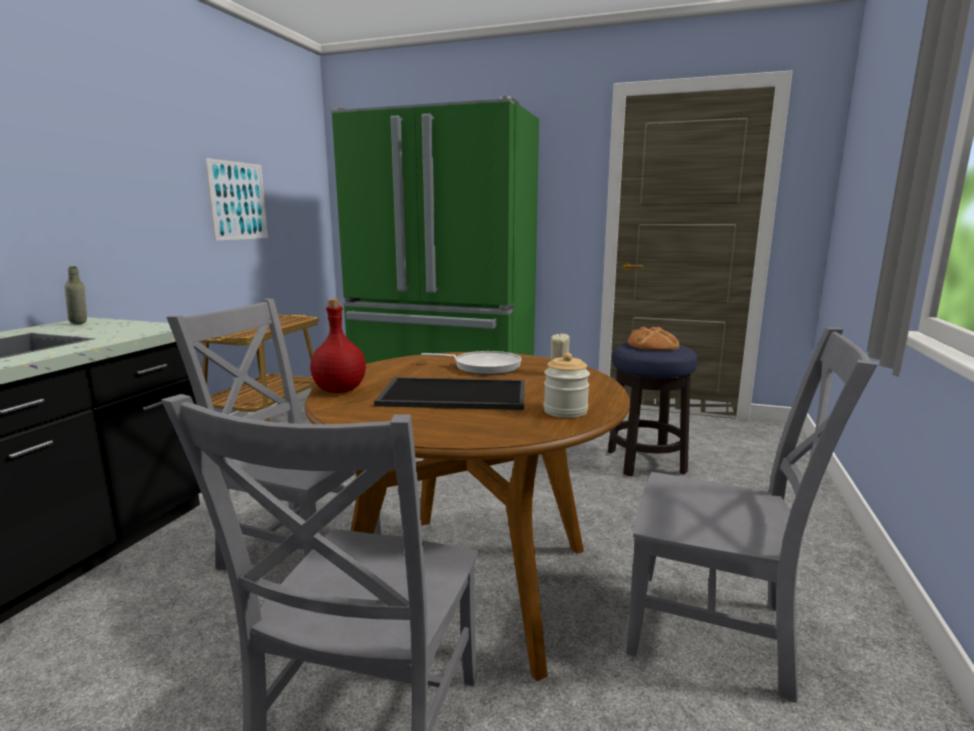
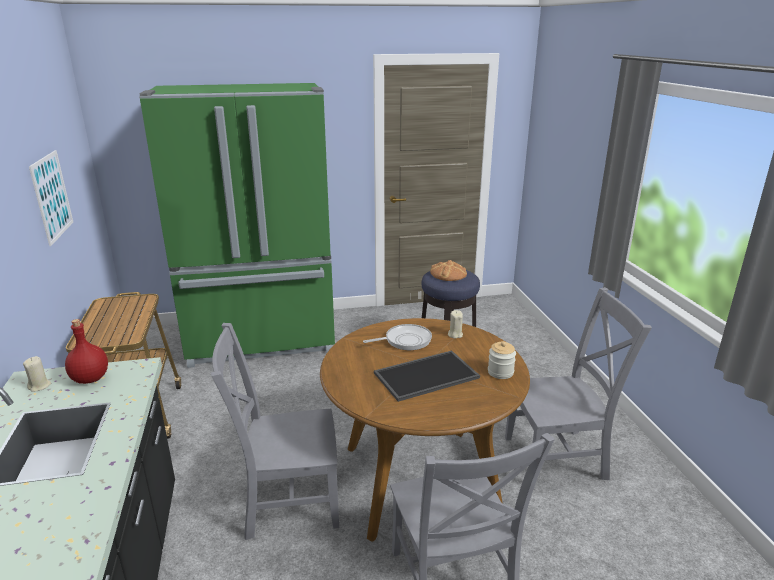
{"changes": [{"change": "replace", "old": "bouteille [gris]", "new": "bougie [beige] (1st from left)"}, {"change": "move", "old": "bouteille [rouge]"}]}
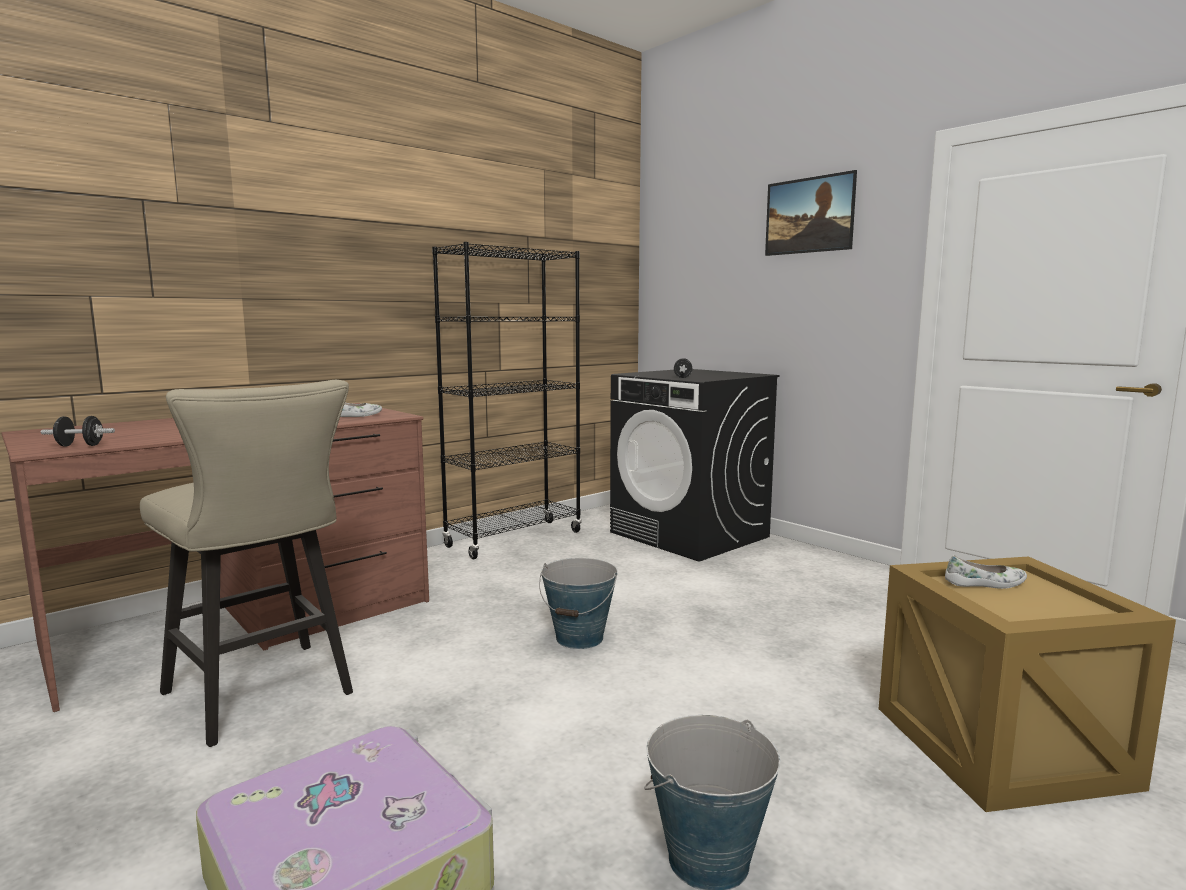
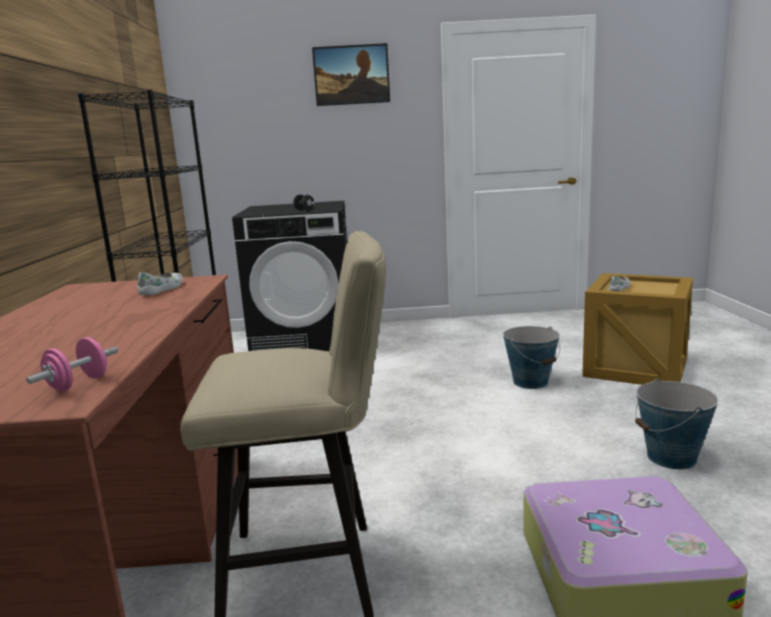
{"changes": [{"change": "recolor", "old": "haltère [noir] (1st from left)", "new": "haltère [rose]"}, {"change": "move", "old": "seau (1st from left)"}]}
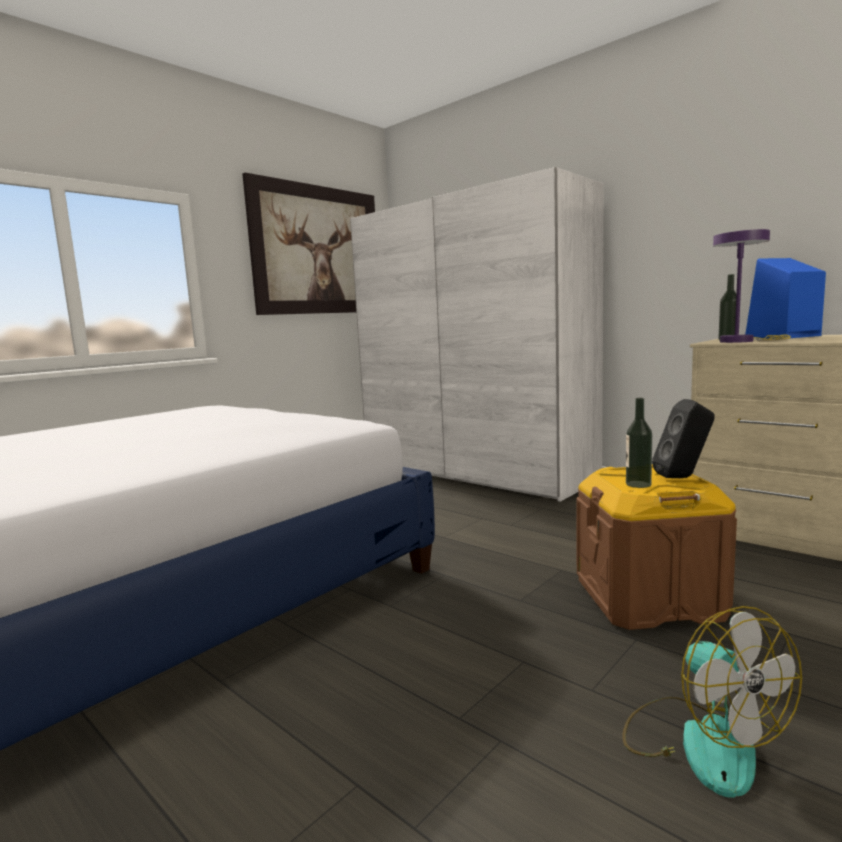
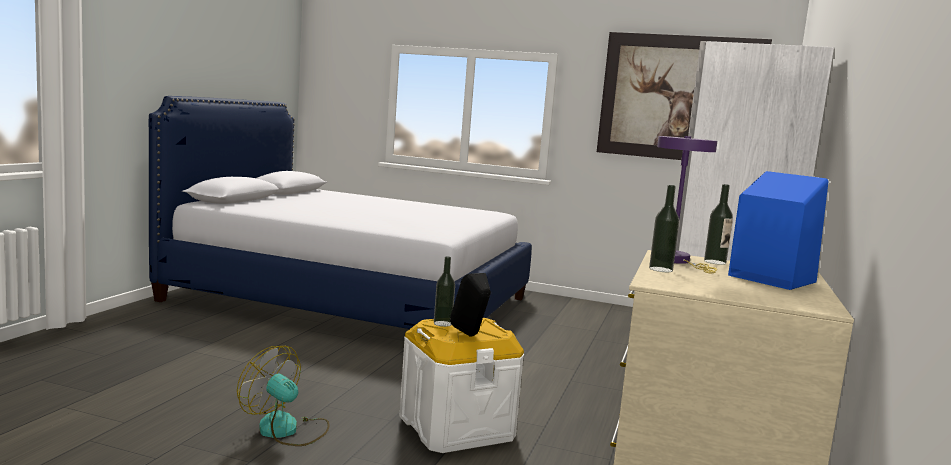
{"changes": [{"change": "recolor", "old": "boîte de rangement [marron]", "new": "boîte de rangement [blanc]"}, {"change": "rotate", "old": "ventilateur", "degrees": 75}, {"change": "insert", "new": "bouteille (2nd from left)"}]}
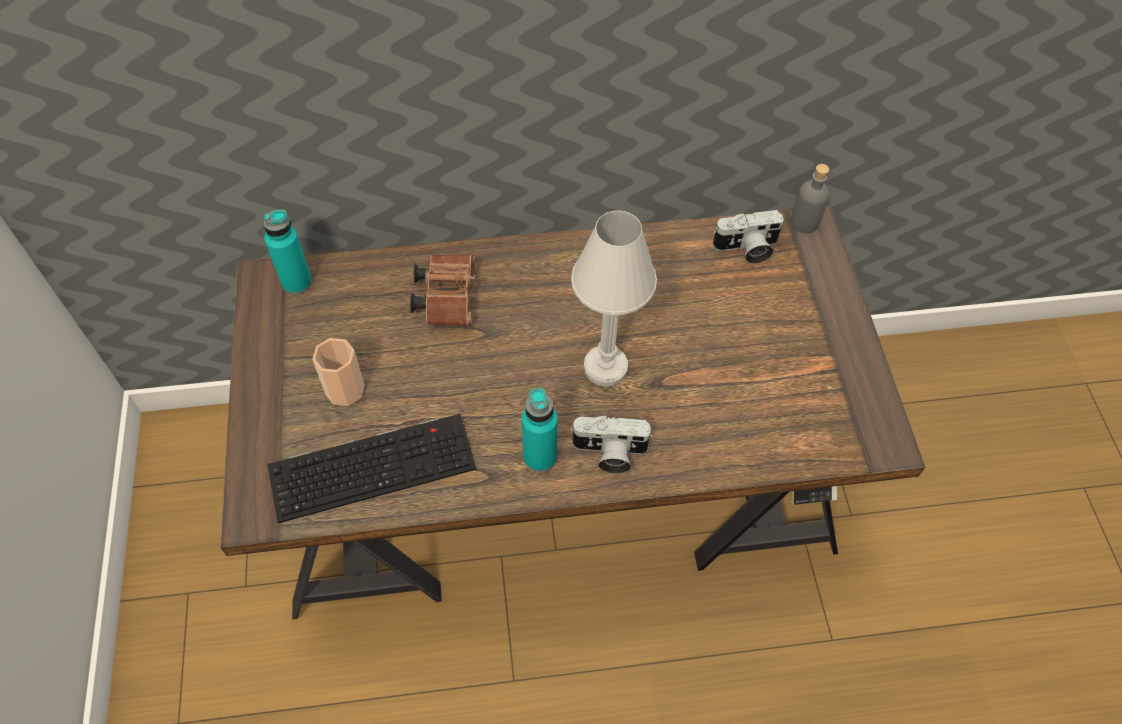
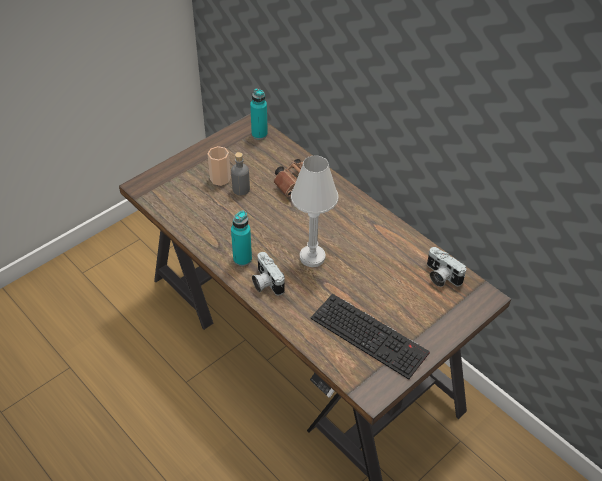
{"changes": [{"change": "move", "old": "bouteille [gris]"}, {"change": "move", "old": "clavier"}]}
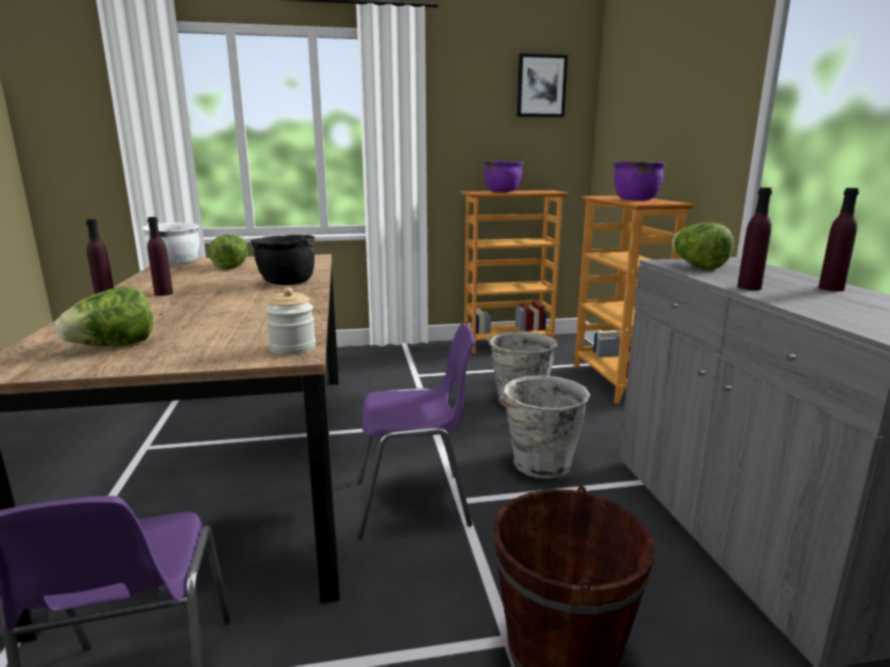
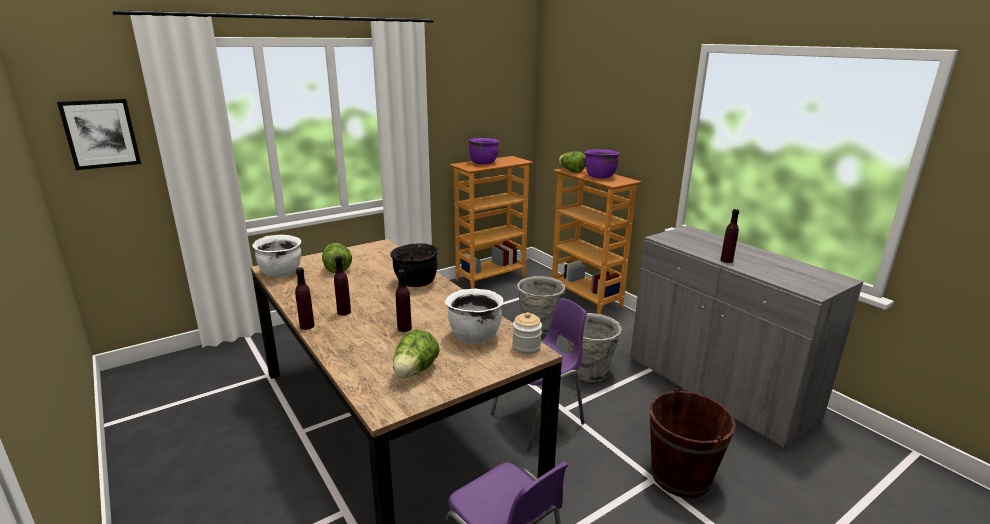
{"changes": [{"change": "move", "old": "tableau"}, {"change": "move", "old": "bouteille [violet] (4th from left in the first image)", "new": "bouteille [violet] (3rd from left)"}, {"change": "move", "old": "laitue (3rd from left)"}, {"change": "insert", "new": "marmite [blanc] (2nd from left)"}]}
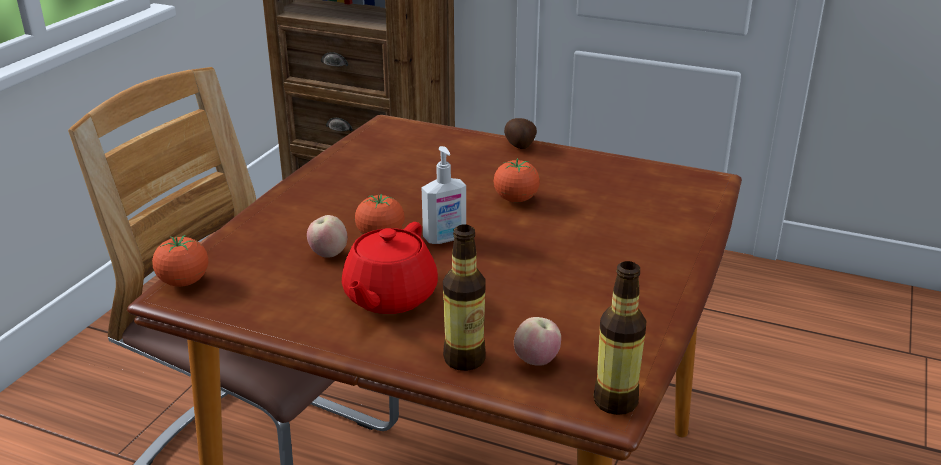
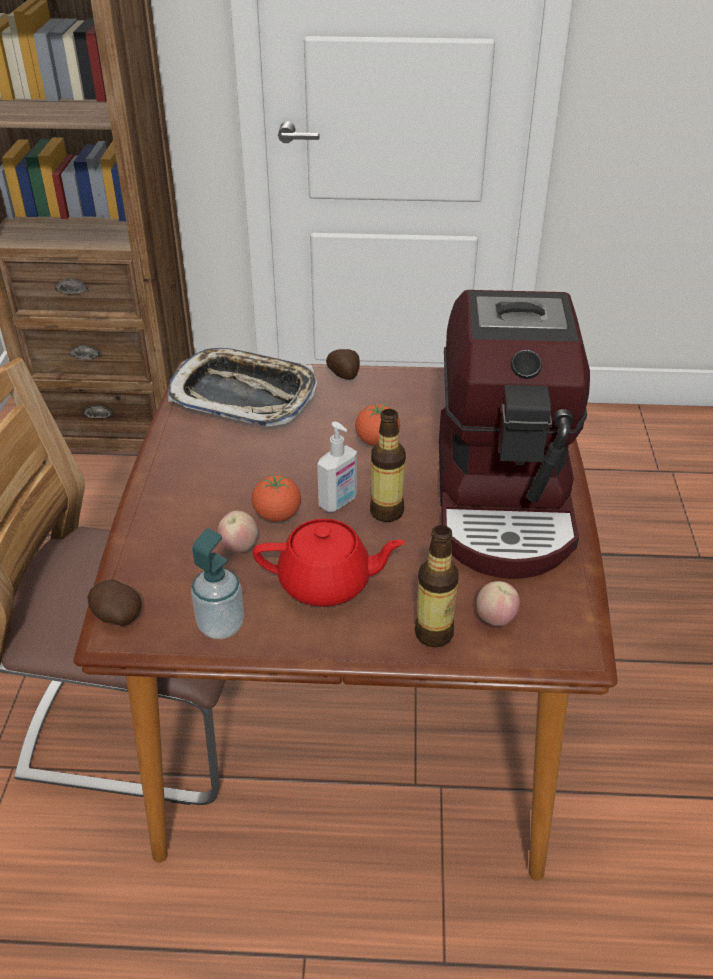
{"changes": [{"change": "rotate", "old": "théière [rouge]", "degrees": -90}, {"change": "replace", "old": "tomate (1st from left)", "new": "pomme de terre (1st from left)"}, {"change": "move", "old": "bouteille (2nd from left in the first image)", "new": "bouteille (1st from left)"}, {"change": "insert", "new": "machine à café"}, {"change": "insert", "new": "plateau"}, {"change": "insert", "new": "distributeur de savon (1st from left)"}]}
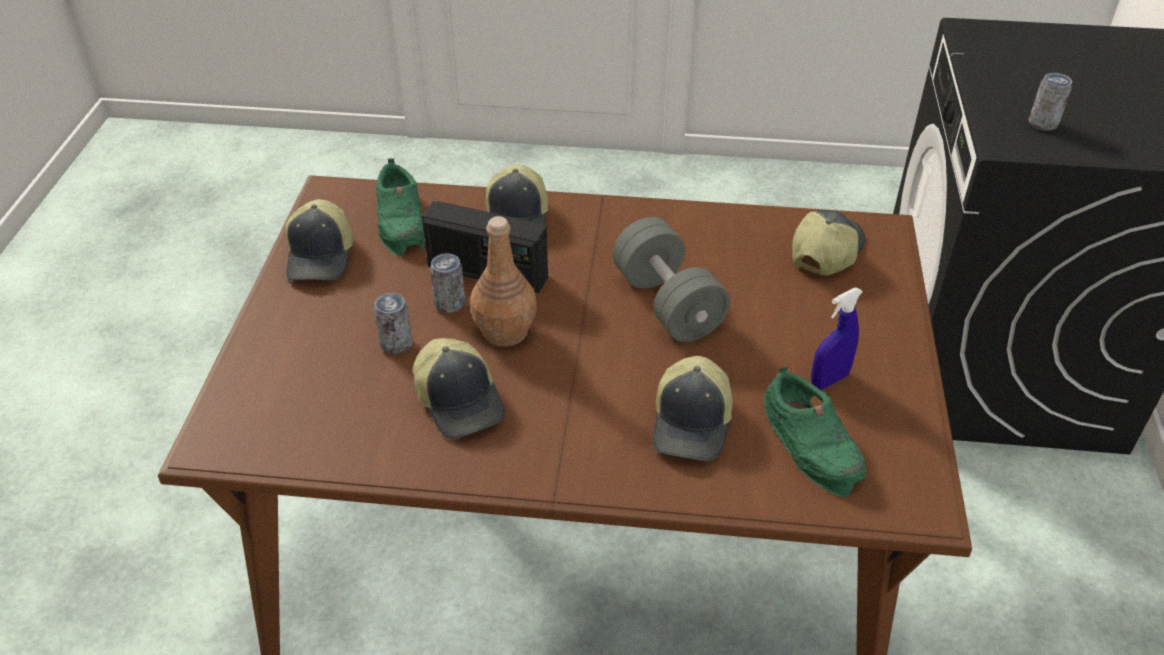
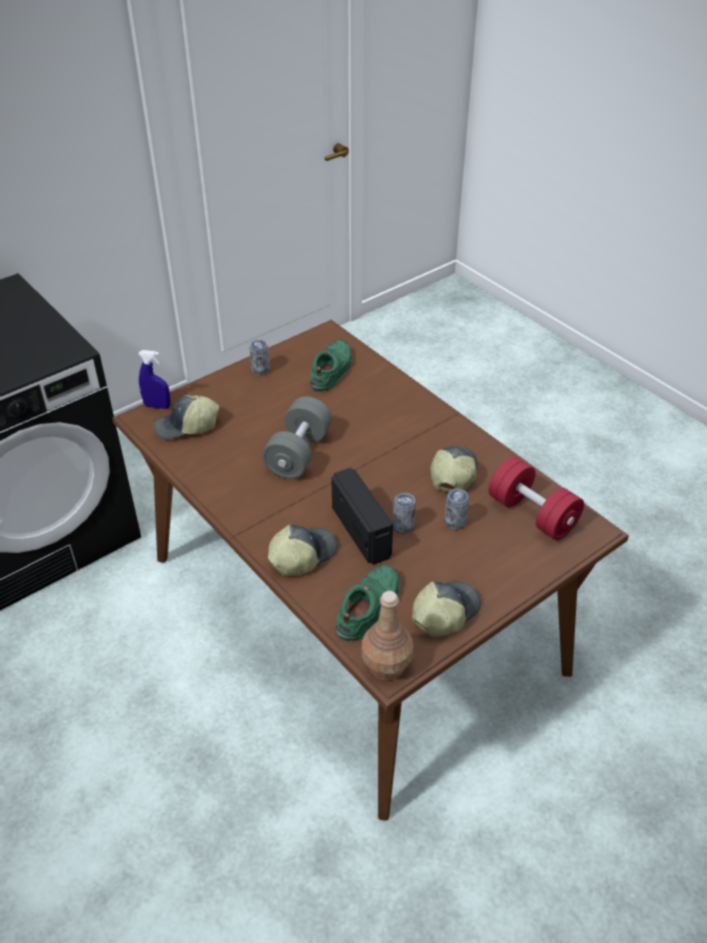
{"changes": [{"change": "move", "old": "boîte métallique (3rd from left in the first image)", "new": "boîte métallique (1st from left)"}, {"change": "move", "old": "bouteille [marron]"}, {"change": "move", "old": "vaporisateur [bleu]"}, {"change": "delete", "old": "casquette (4th from left)"}, {"change": "insert", "new": "haltère [rouge]"}]}
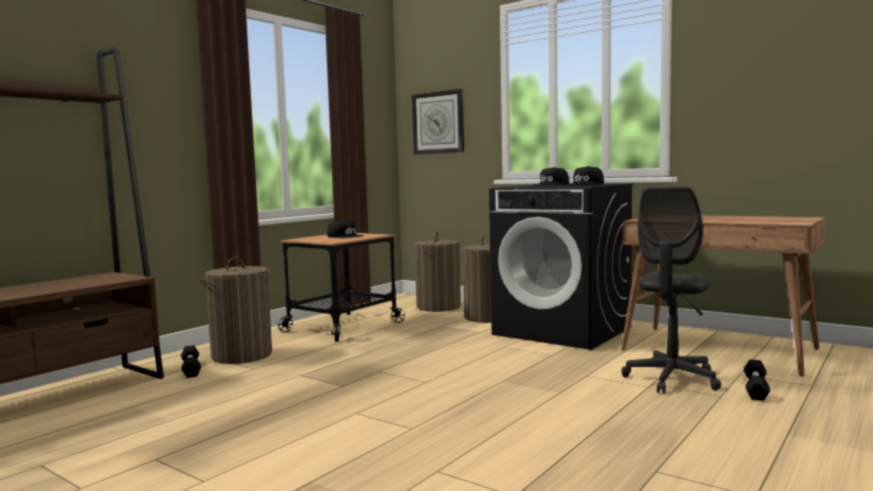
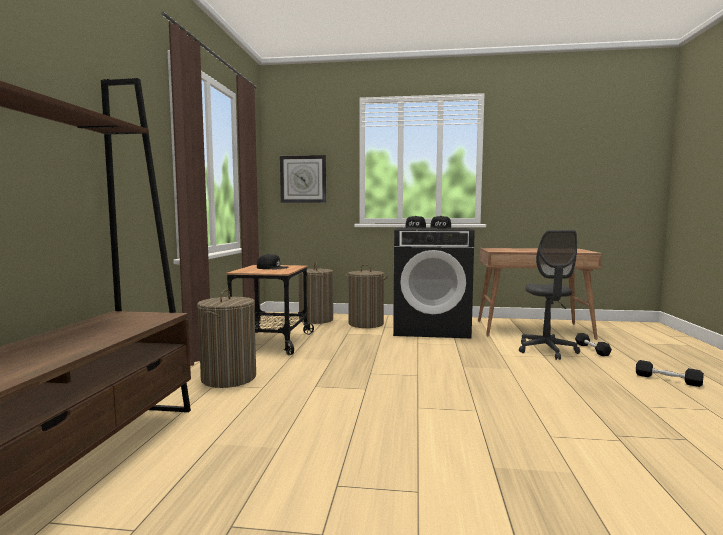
{"changes": [{"change": "move", "old": "haltère [noir] (1st from left in the first image)", "new": "haltère [noir] (2nd from left)"}]}
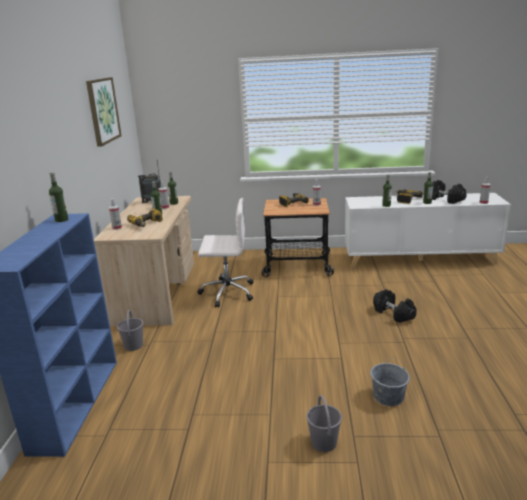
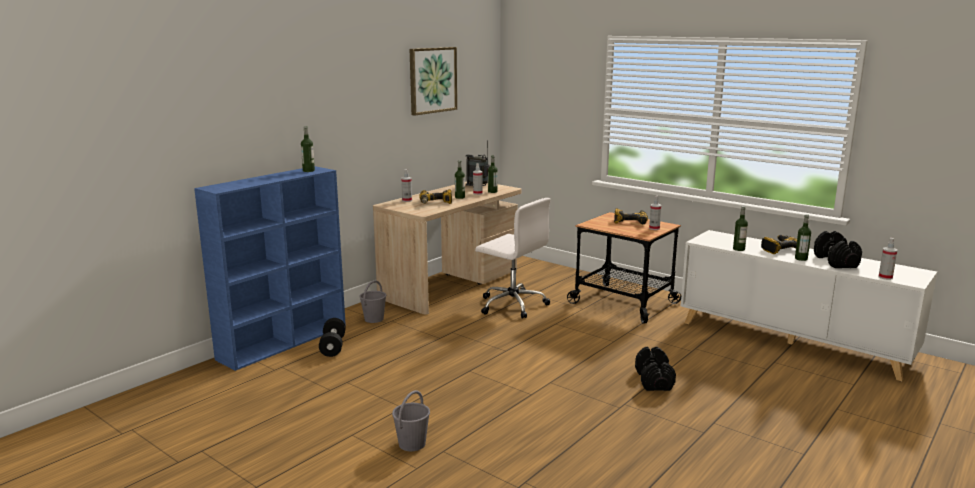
{"changes": [{"change": "delete", "old": "seau [gris] (3rd from left)"}, {"change": "insert", "new": "haltère [noir] (1st from left)"}]}
